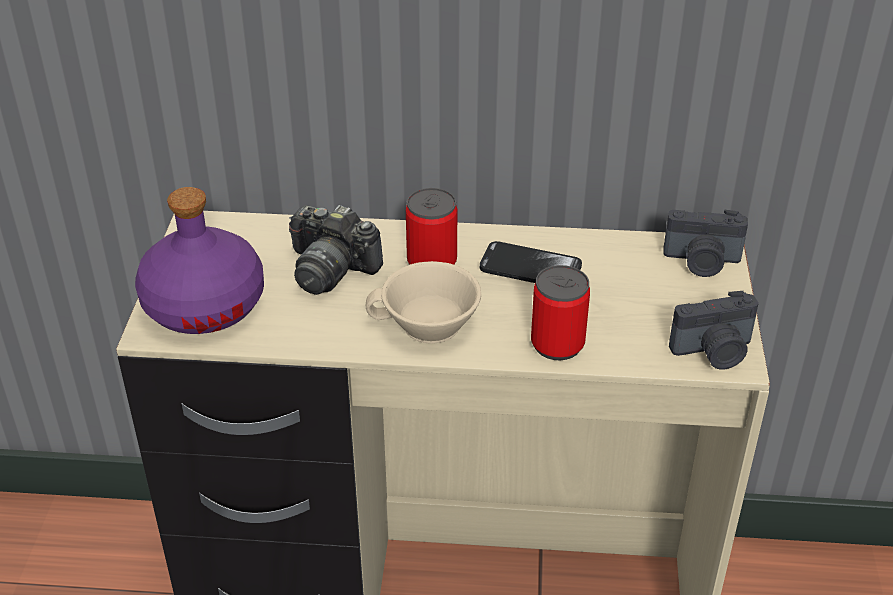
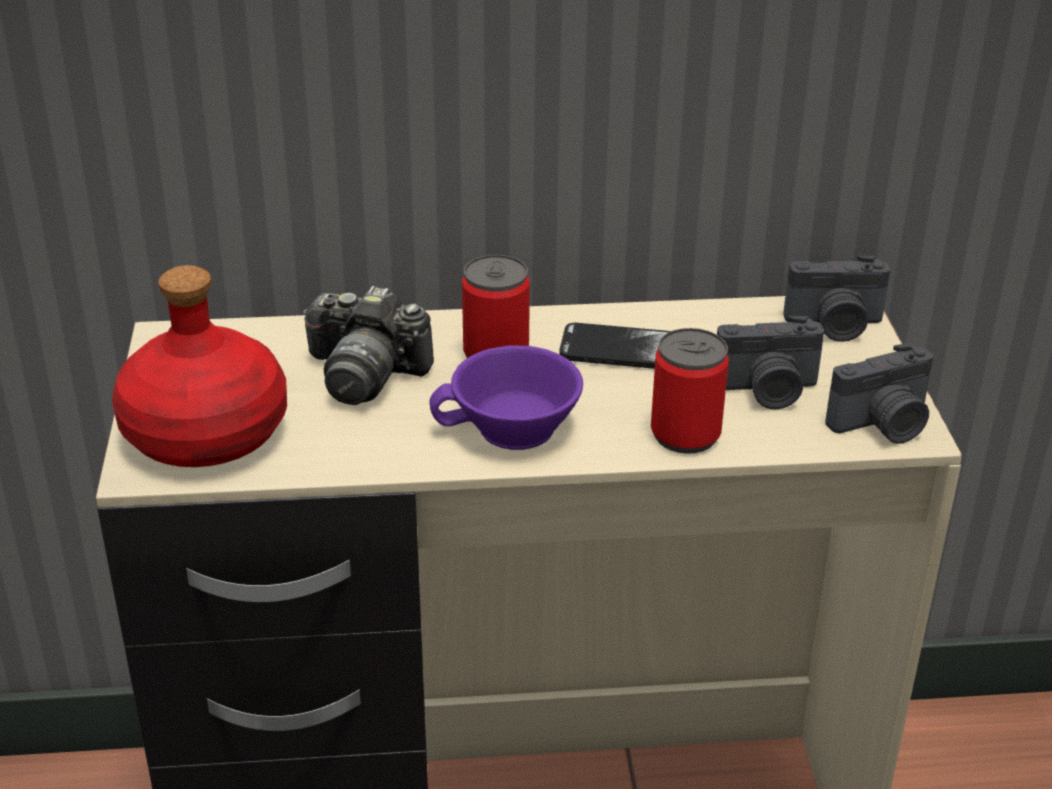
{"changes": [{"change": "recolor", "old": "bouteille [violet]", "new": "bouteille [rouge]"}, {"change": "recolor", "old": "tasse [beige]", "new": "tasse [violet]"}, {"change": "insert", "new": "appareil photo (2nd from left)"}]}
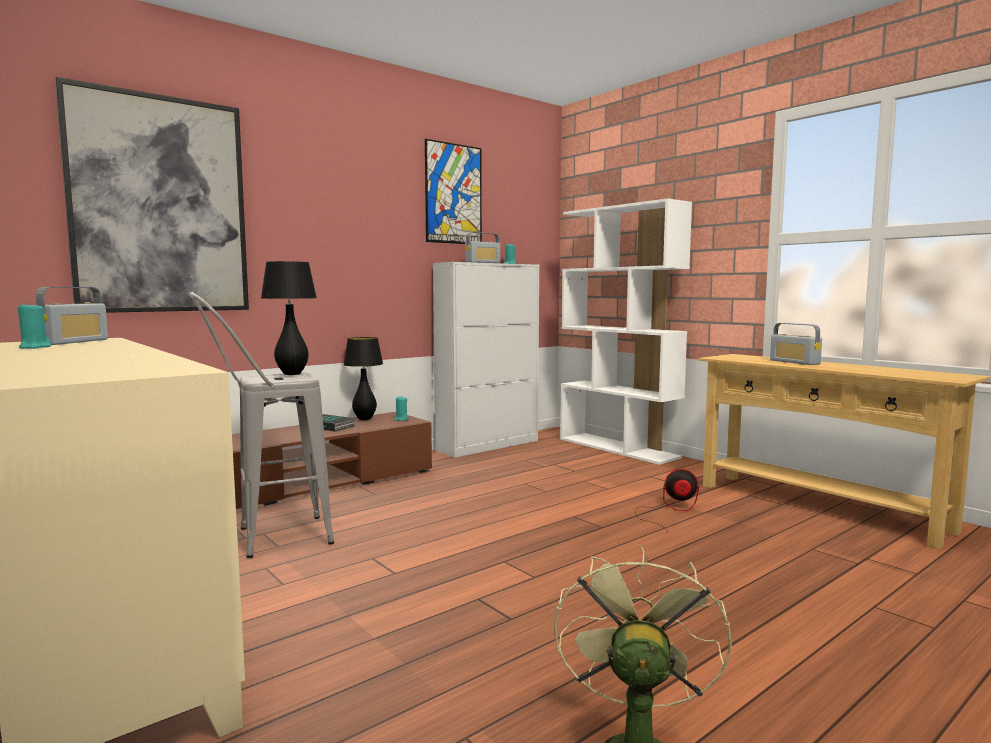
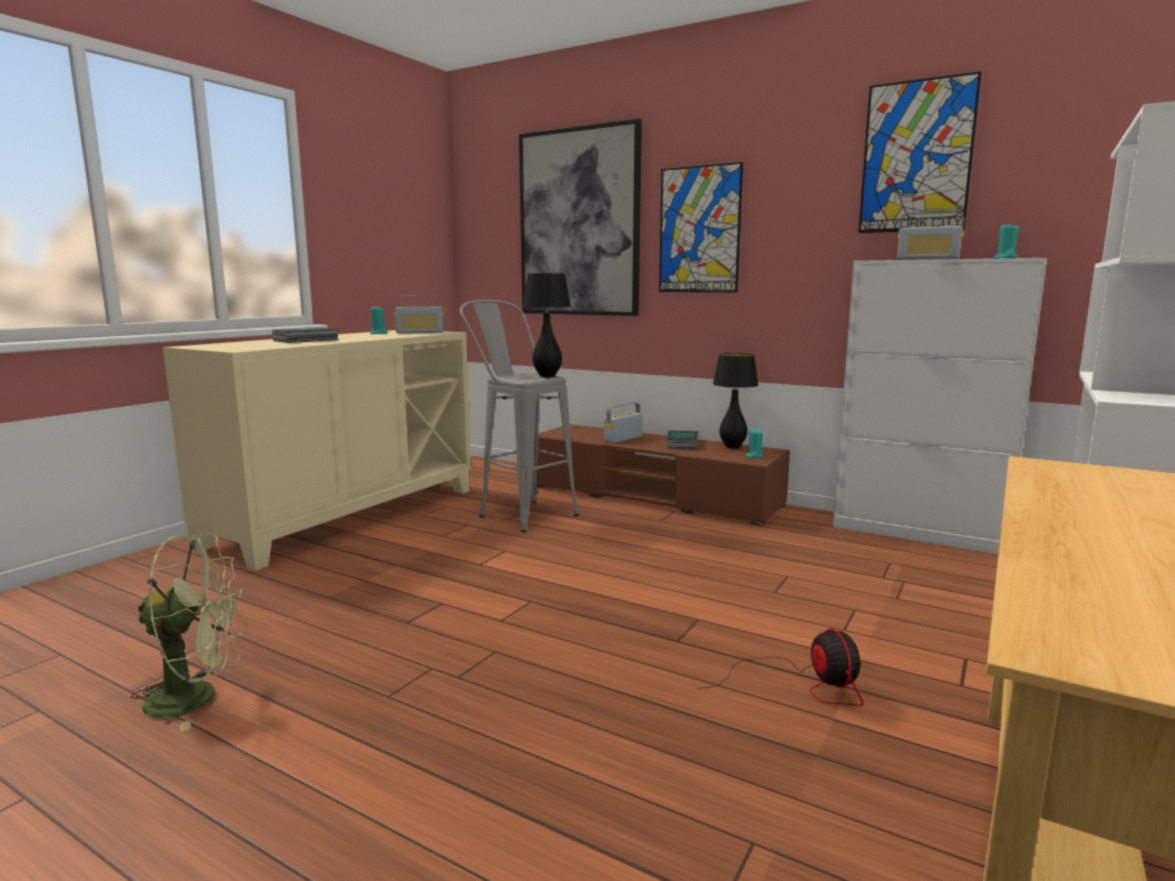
{"changes": [{"change": "move", "old": "radio (3rd from left in the first image)", "new": "radio (2nd from left)"}, {"change": "insert", "new": "tableau (2nd from left)"}, {"change": "insert", "new": "livre (1st from left)"}]}
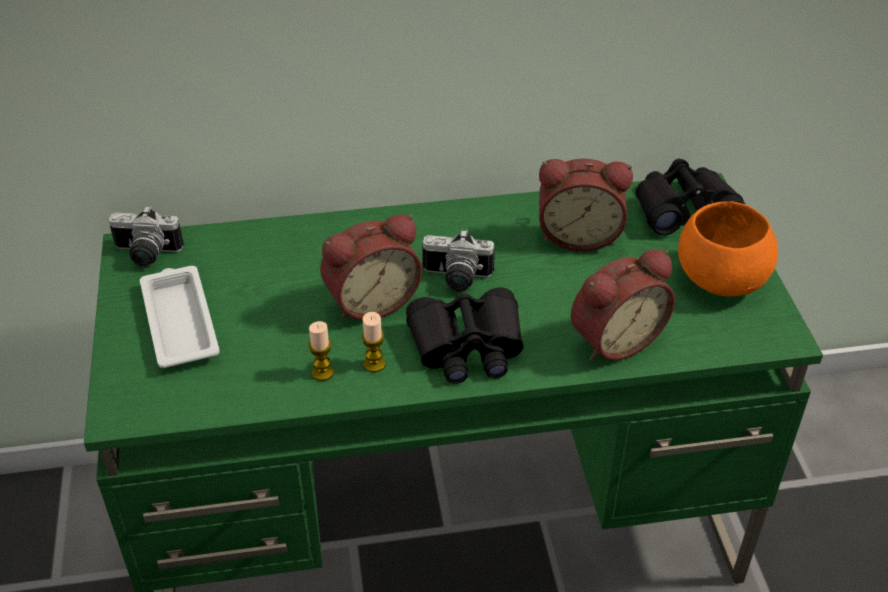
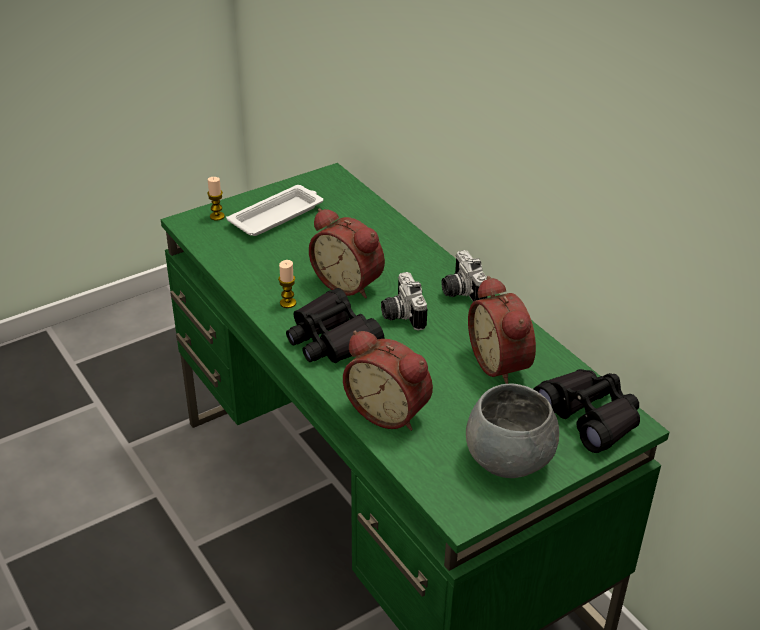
{"changes": [{"change": "recolor", "old": "bol [orange]", "new": "bol [gris]"}, {"change": "move", "old": "appareil photo (1st from left in the first image)", "new": "appareil photo (2nd from left)"}, {"change": "move", "old": "bougie (1st from left)"}]}
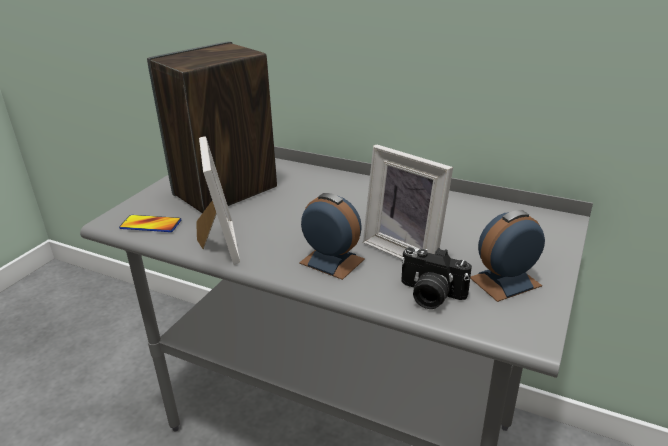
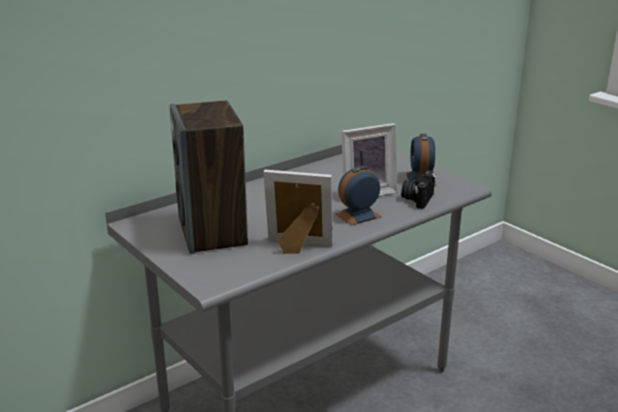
{"changes": [{"change": "delete", "old": "téléphone"}, {"change": "rotate", "old": "appareil photo", "degrees": 150}]}
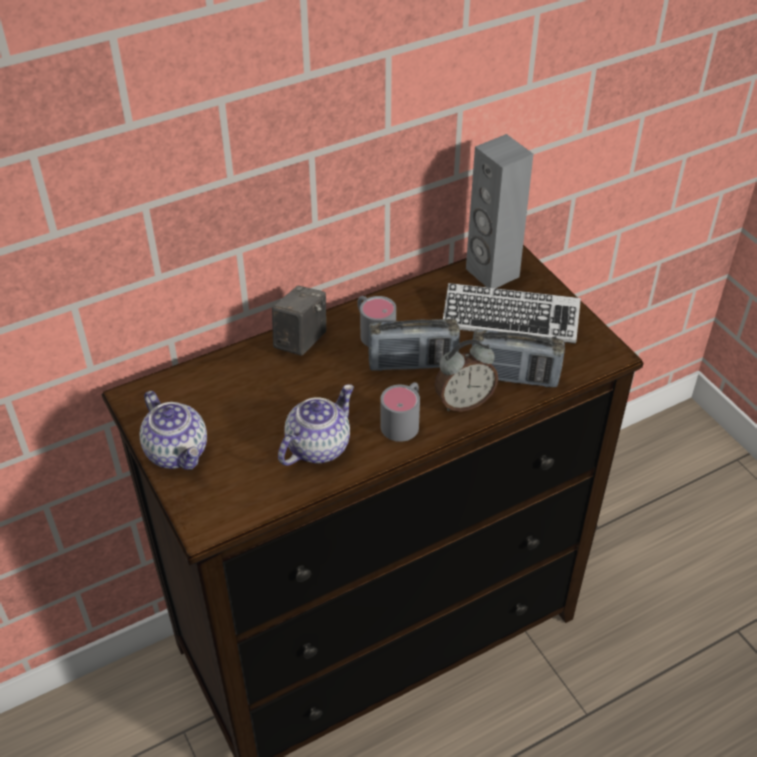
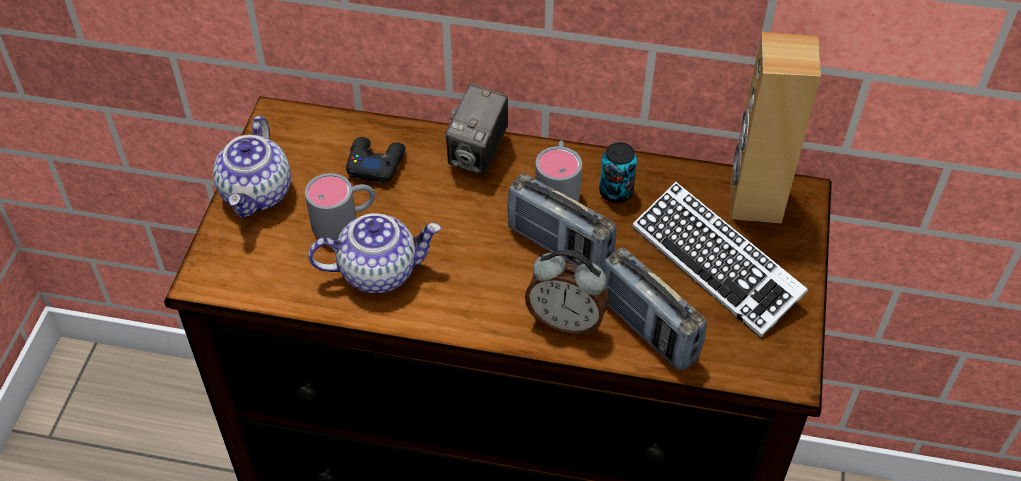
{"changes": [{"change": "recolor", "old": "enceinte [gris]", "new": "enceinte [marron]"}, {"change": "rotate", "old": "appareil photo", "degrees": 135}, {"change": "move", "old": "mug [gris] (2nd from left in the first image)", "new": "mug [gris] (1st from left)"}, {"change": "insert", "new": "manette [noir]"}, {"change": "insert", "new": "boîte métallique"}]}
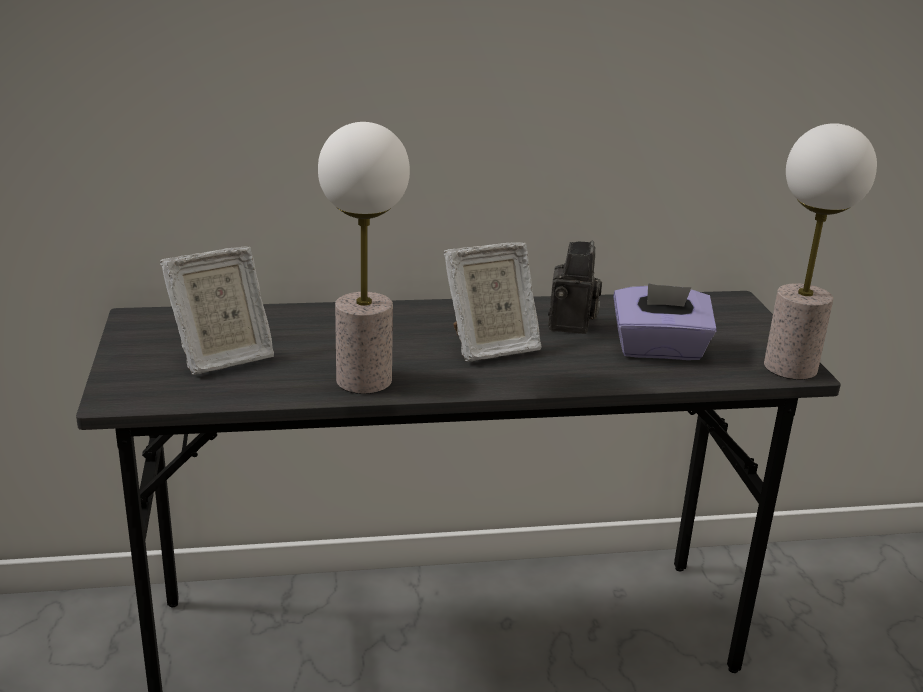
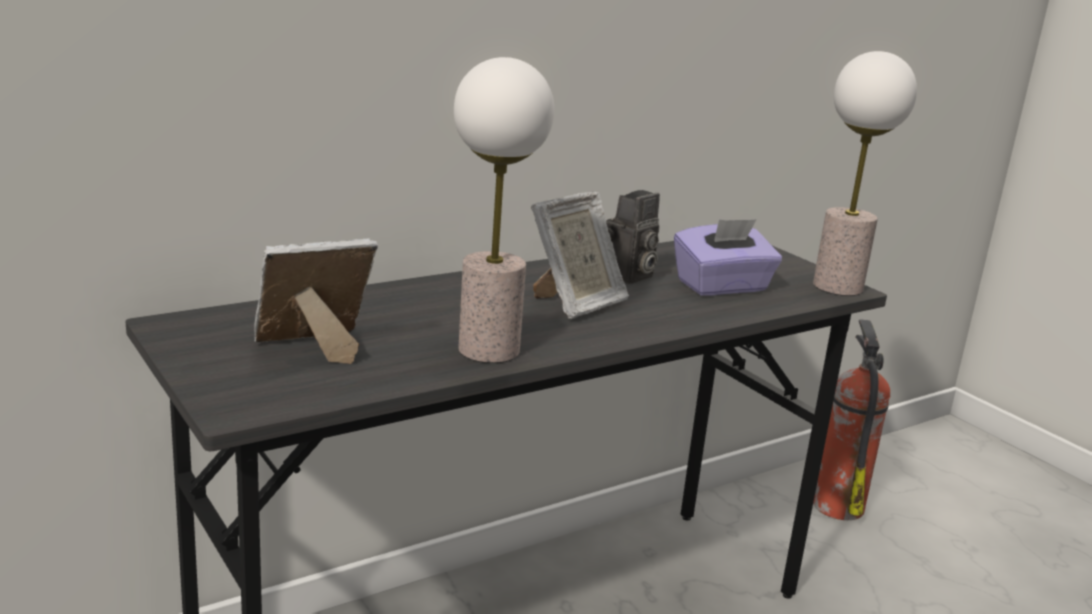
{"changes": [{"change": "rotate", "old": "appareil photo", "degrees": 60}, {"change": "rotate", "old": "cadre photo (1st from left)", "degrees": -150}, {"change": "insert", "new": "extincteur"}]}
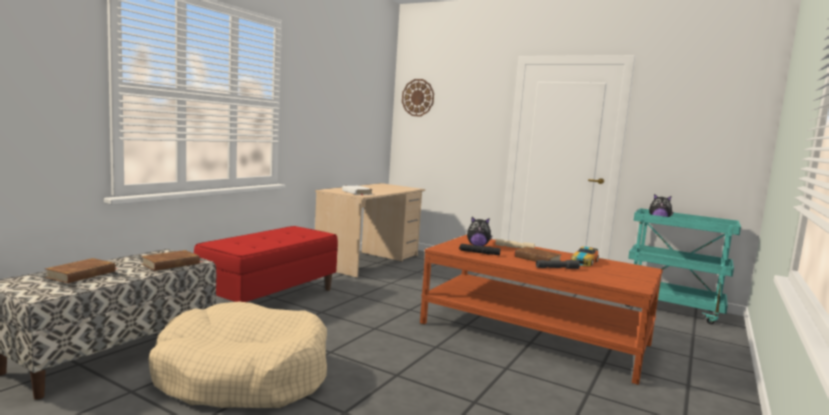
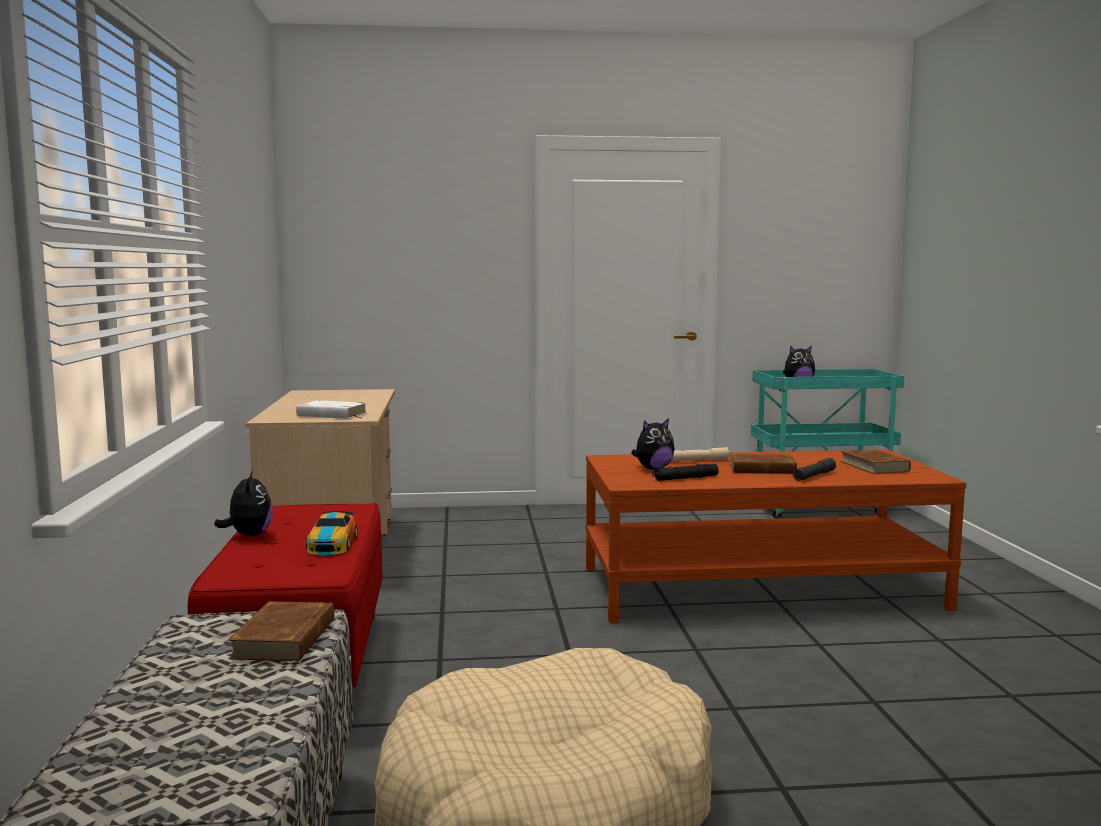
{"changes": [{"change": "delete", "old": "horloge murale"}, {"change": "move", "old": "petite voiture"}, {"change": "move", "old": "livre [marron] (1st from left in the first image)", "new": "livre [marron] (3rd from left)"}, {"change": "insert", "new": "peluche (1st from left)"}]}
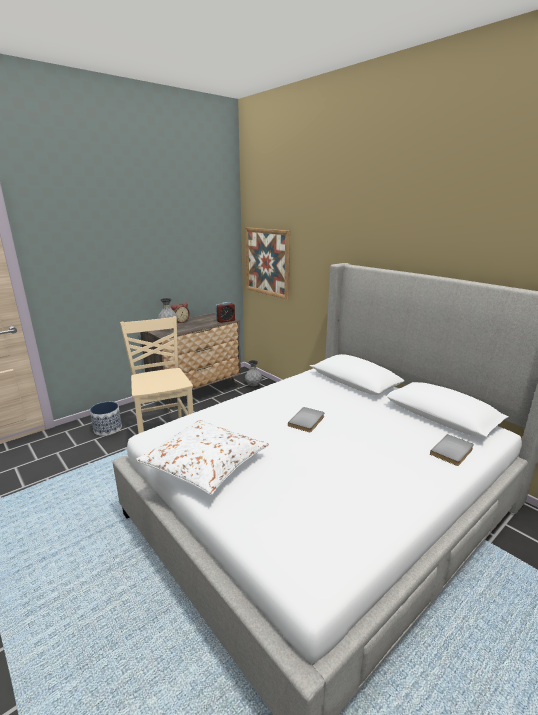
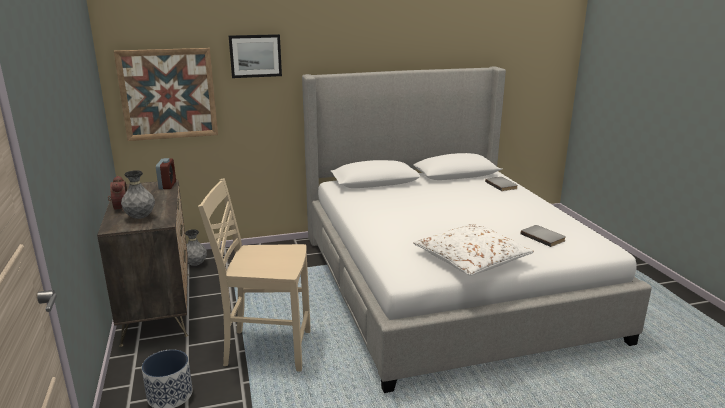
{"changes": [{"change": "move", "old": "livre [gris] (1st from left in the first image)", "new": "livre [gris] (2nd from left)"}, {"change": "insert", "new": "tableau (2nd from left)"}]}
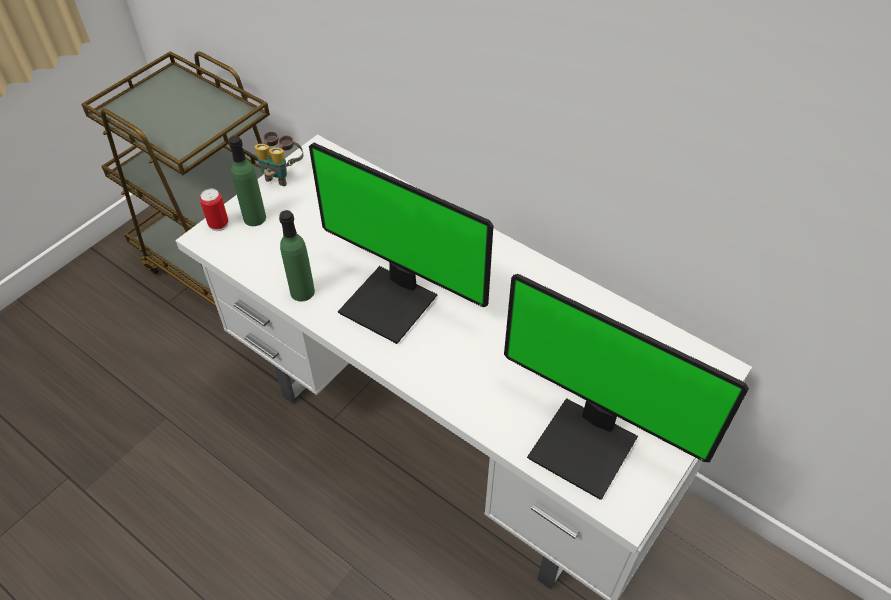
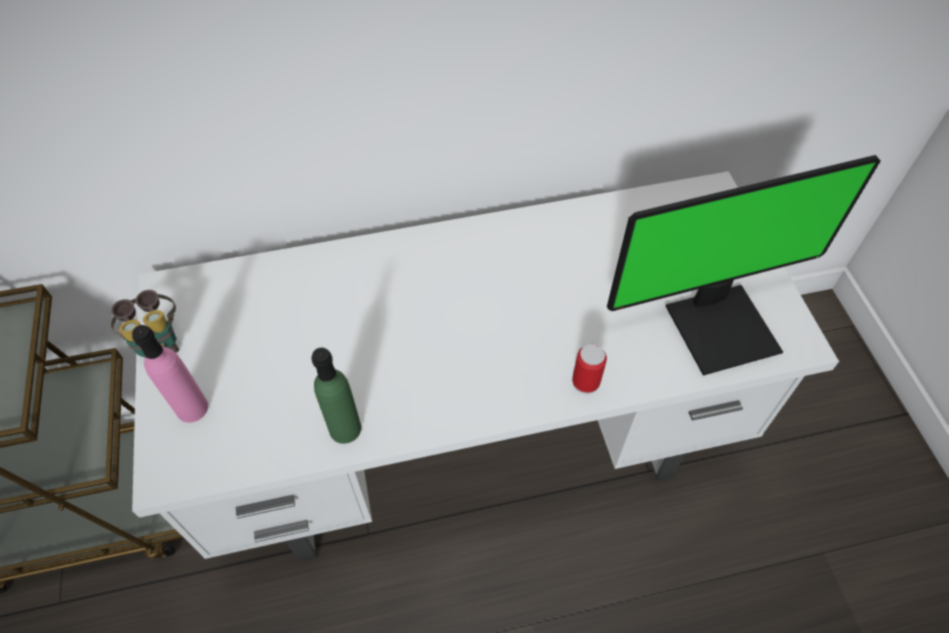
{"changes": [{"change": "recolor", "old": "bouteille [vert] (1st from left)", "new": "bouteille [rose]"}, {"change": "delete", "old": "écran d'ordinateur (1st from left)"}, {"change": "move", "old": "boîte métallique"}]}
